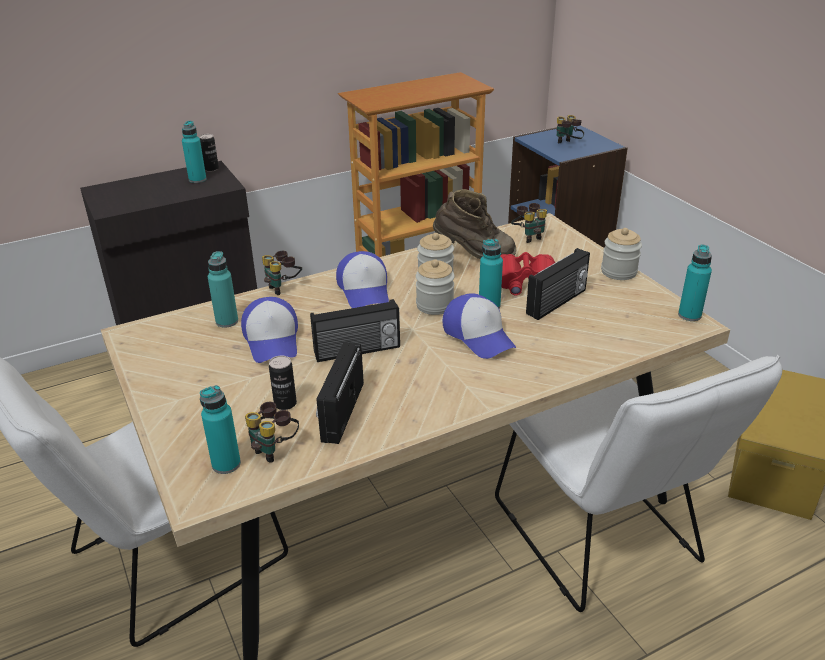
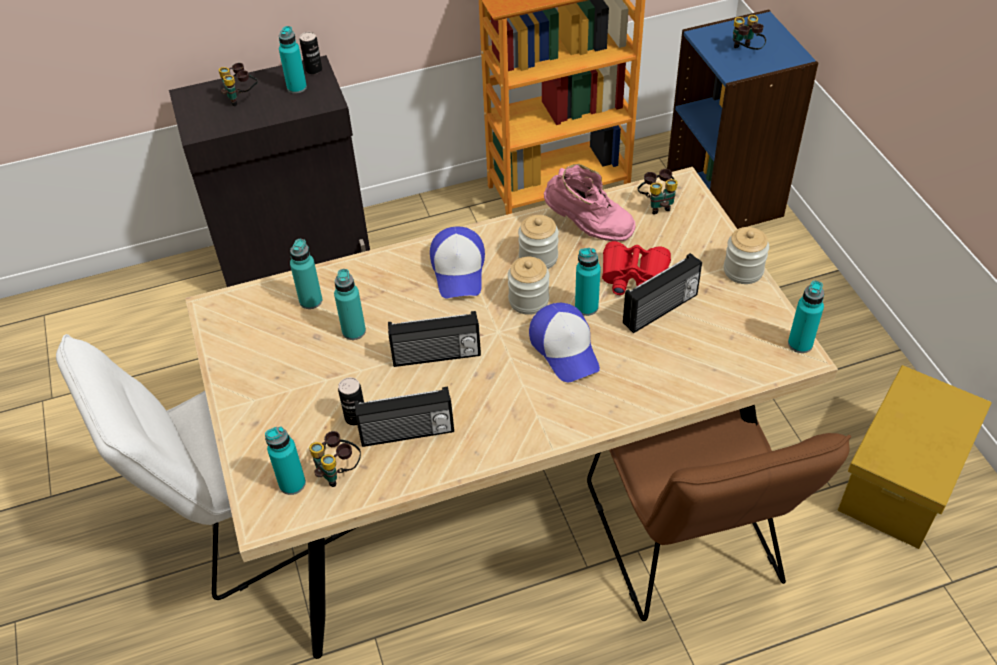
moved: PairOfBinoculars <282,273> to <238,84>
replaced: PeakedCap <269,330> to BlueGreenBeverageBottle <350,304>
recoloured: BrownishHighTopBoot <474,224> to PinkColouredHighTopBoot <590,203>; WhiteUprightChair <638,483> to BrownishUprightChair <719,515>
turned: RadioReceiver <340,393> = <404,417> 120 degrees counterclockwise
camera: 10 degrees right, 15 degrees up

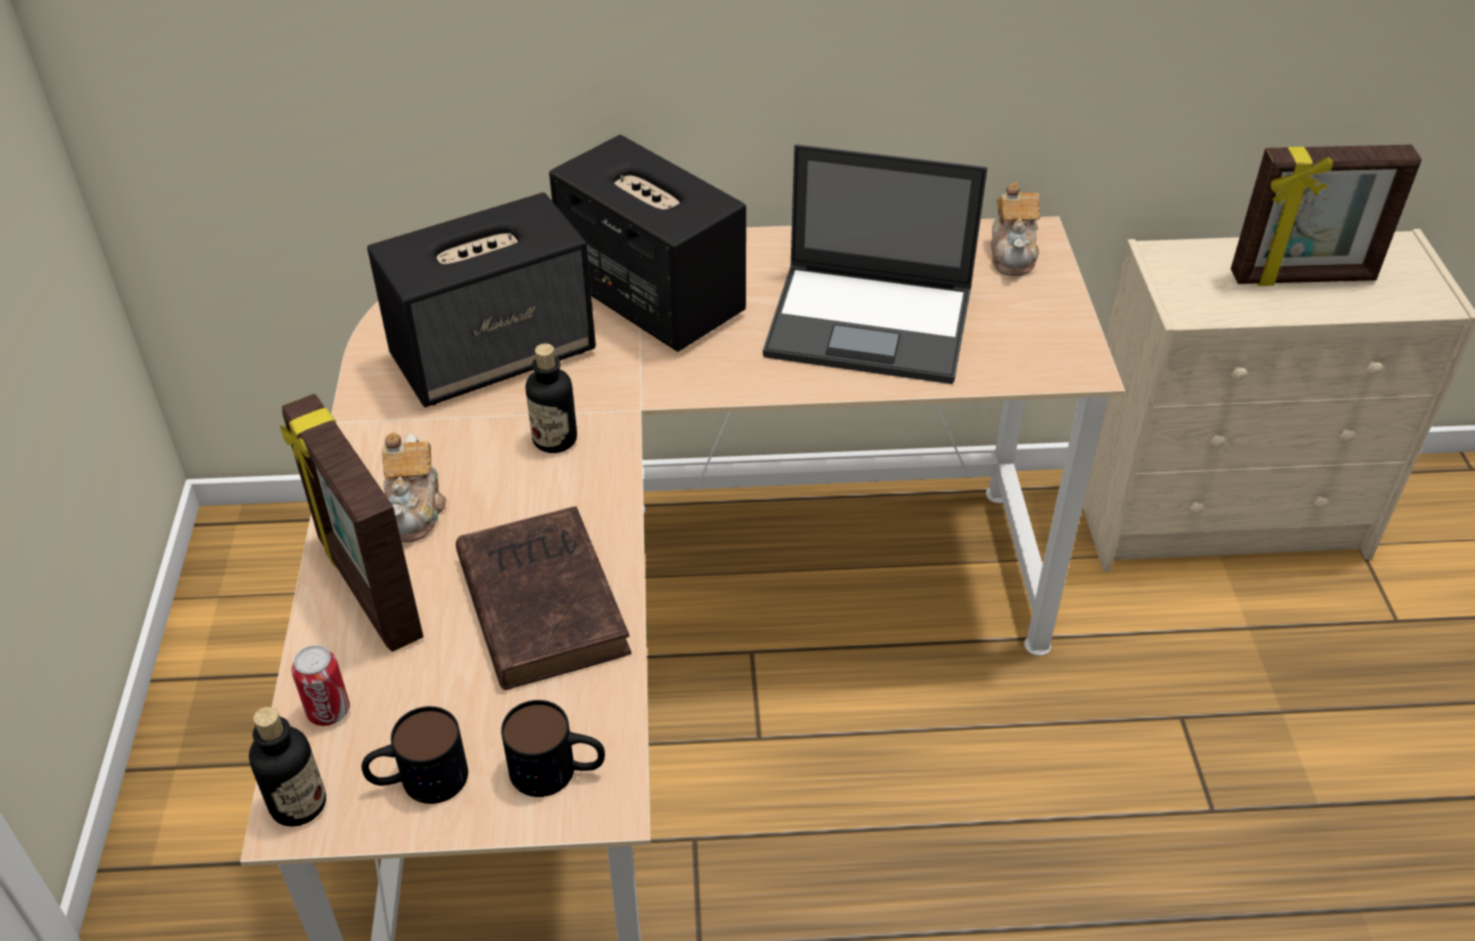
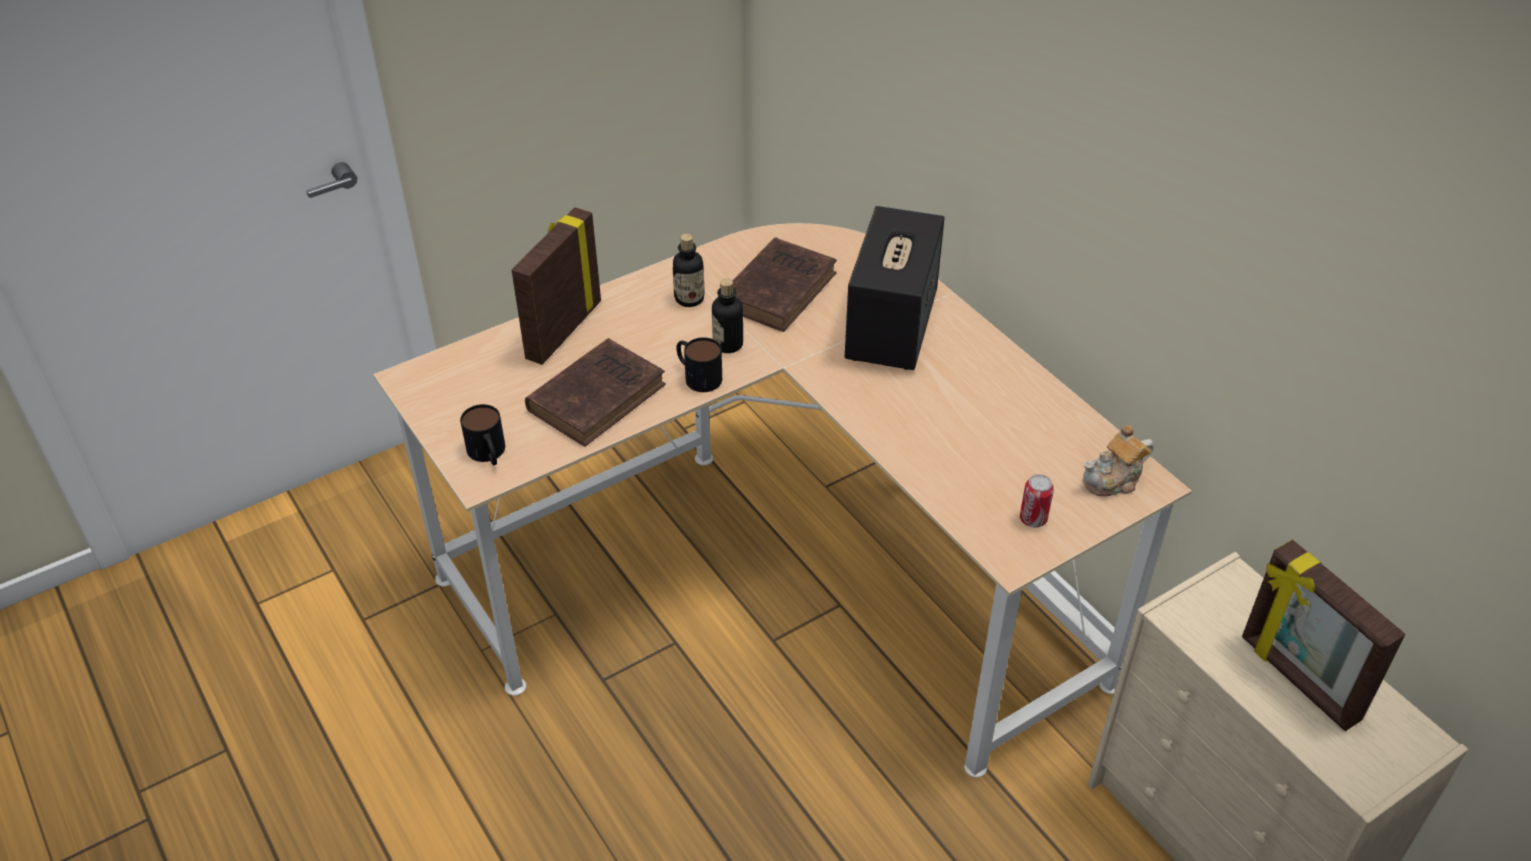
removed: TeaPot <414,487>; PortableComputer <875,264>
moved: BeverageBottle <287,767> to <688,270>; CoffeeMug <415,755> to <699,364>; Can <320,685> to <1037,500>
replaced: AudioSpeaker <481,299> to BrownishVolume <777,284>
camera: 60 degrees right, 0 degrees up

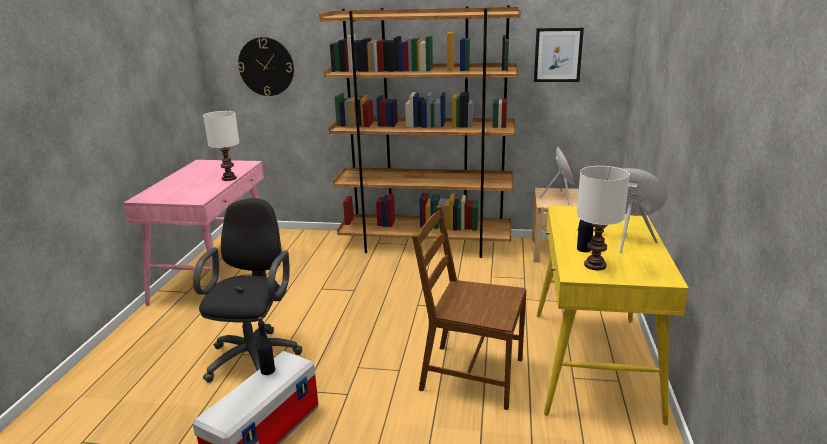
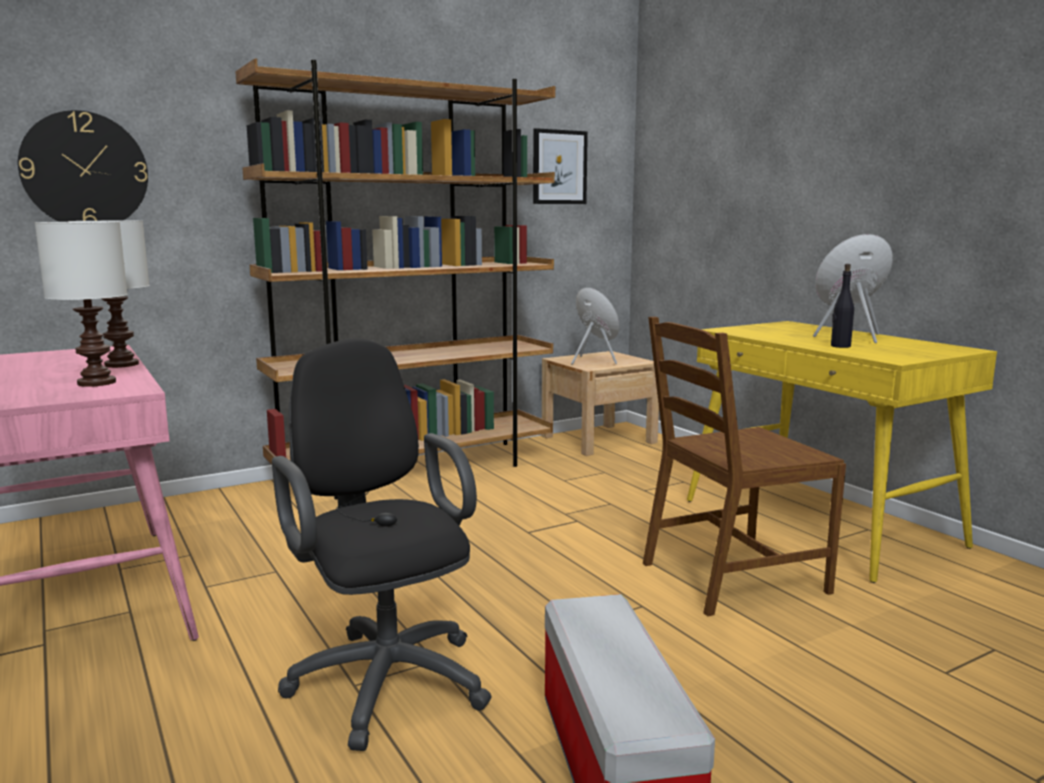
removed: BlackColouredBeverageBottle <266,346>
moved: WhiteTableLamp <603,218> to <81,304>
camera: 40 degrees left, 10 degrees down

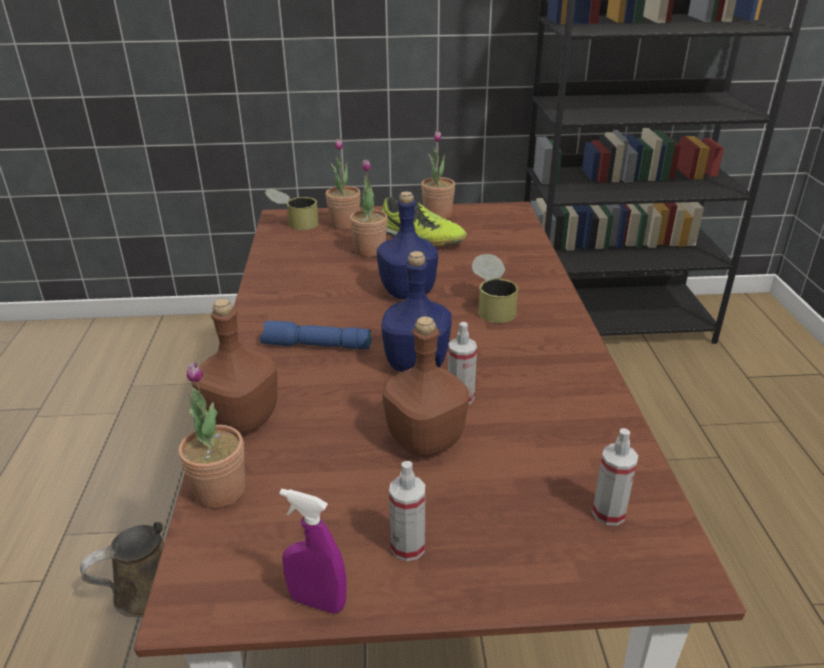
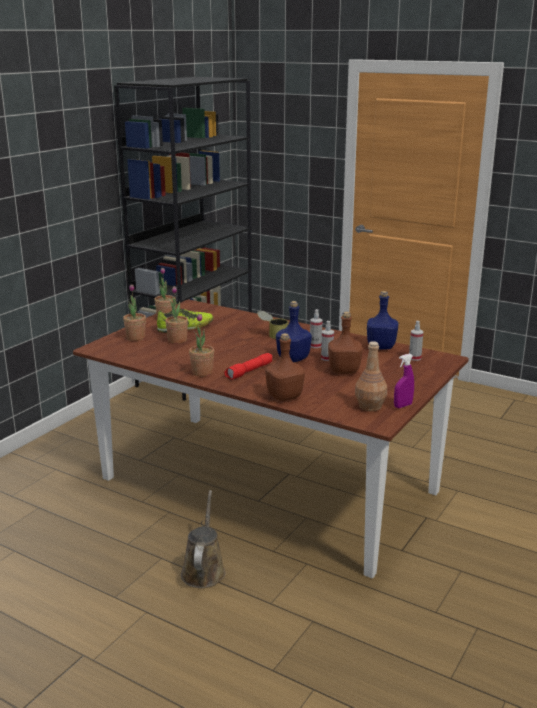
removed: Can <292,209>
added: BrownishBeverageBottle <371,376>
moved: PlantInAPot <212,435> to <201,345>; SprayBottle <407,511> to <316,328>; BluishBeverageBottle <407,245> to <382,320>
recoloured: BluishFlashlight <316,335> to RedColouredFlashlight <248,366>
camera: 55 degrees left, 10 degrees down

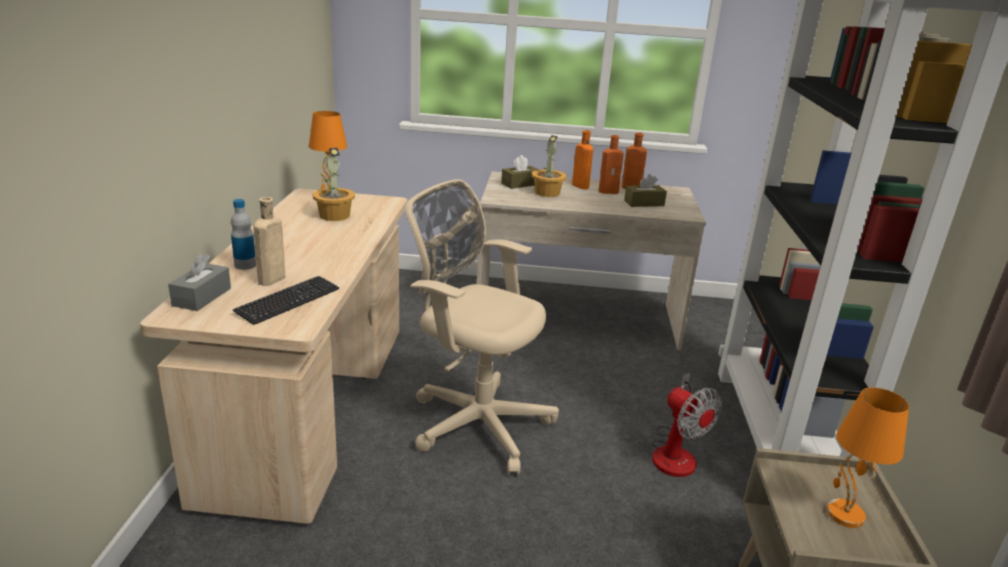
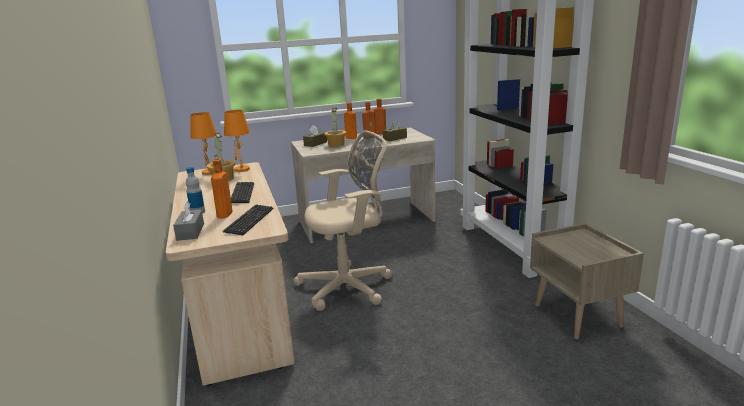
removed: ElectricFan <686,425>
added: PcKeyboard <242,192>
moved: OrangeTableLamp <867,457> to <237,141>
recoloured: SandColouredBeverageBottle <269,241> to OrangeBeverageBottle <221,188>
turned: SandColouredDeskChair <482,327> = <342,221> 150 degrees clockwise
camera: 20 degrees left, 5 degrees down

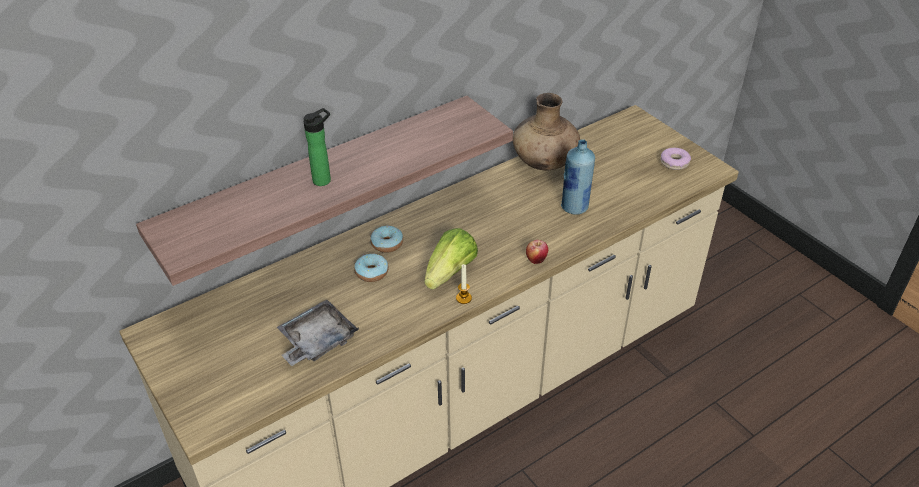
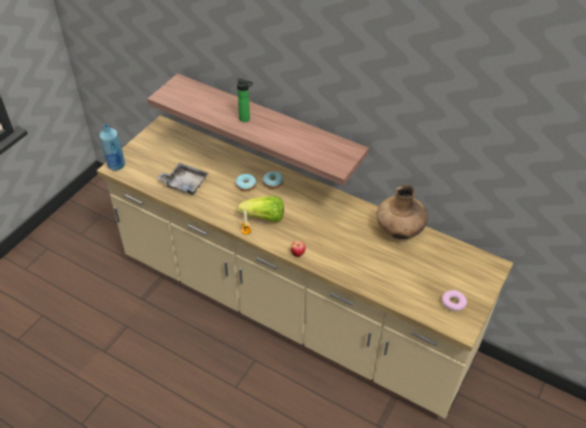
moved: BluishBeverageBottle <578,177> to <112,147>
camera: 65 degrees right, 5 degrees up

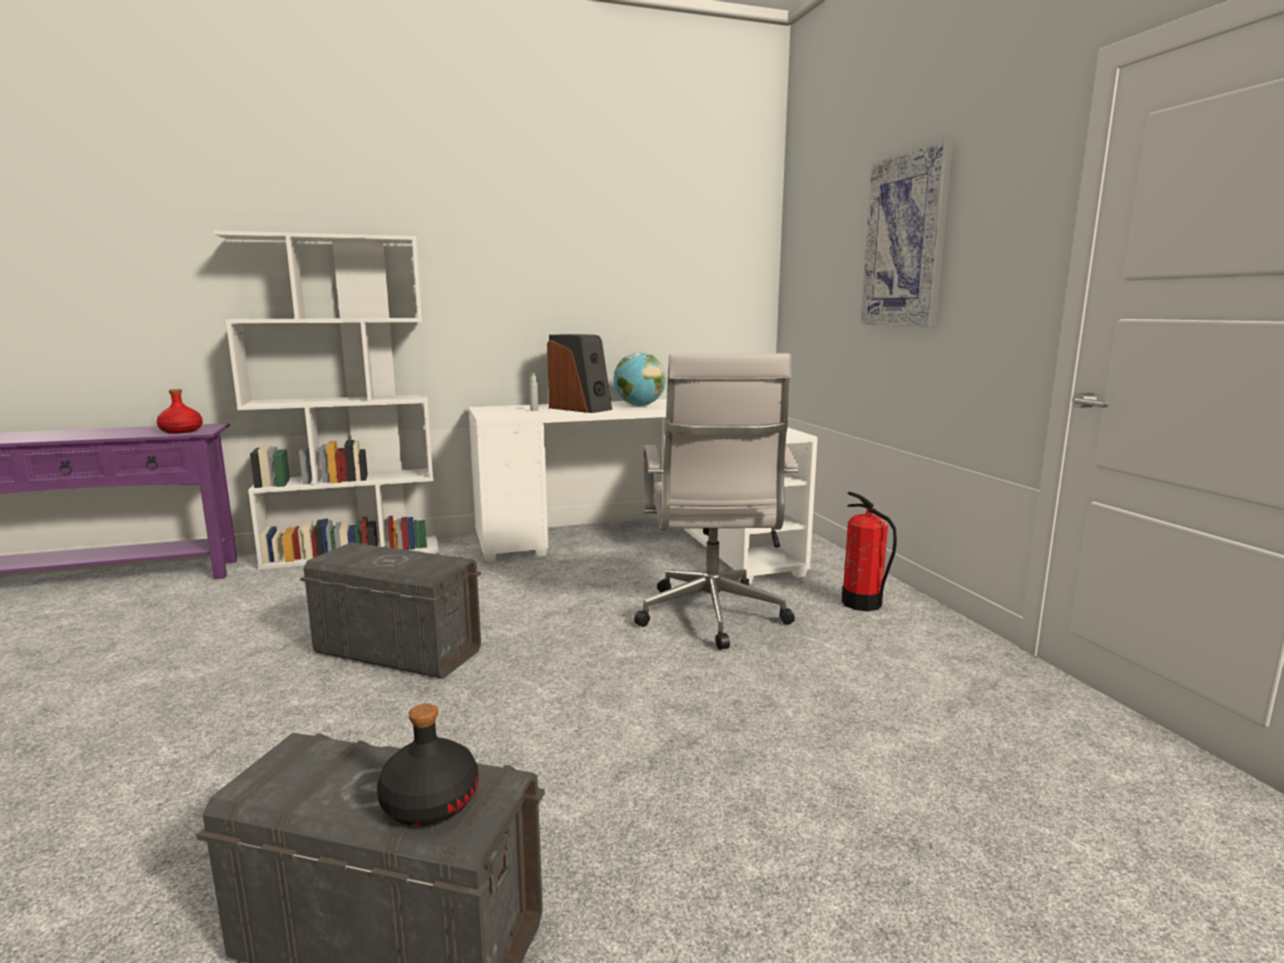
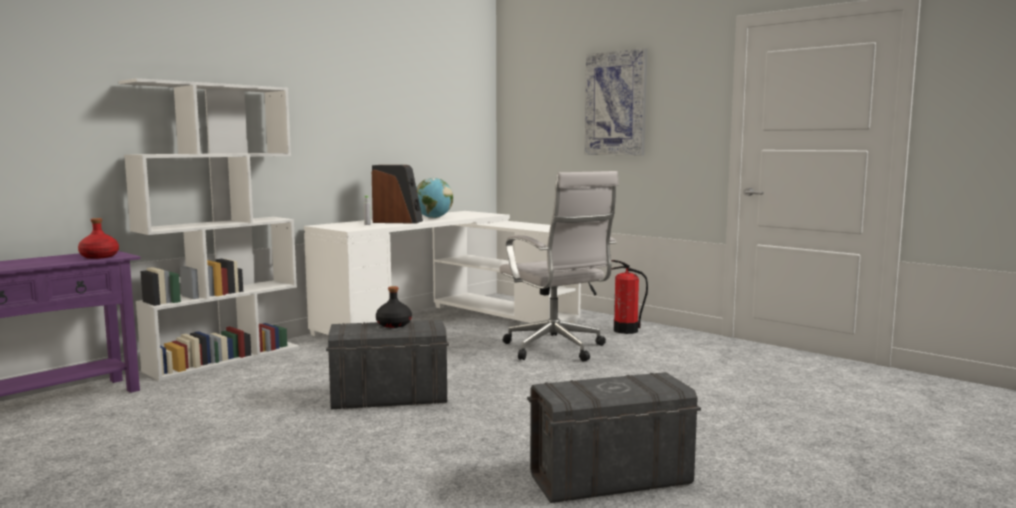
moved: BlackColouredBeverageBottle <427,765> to <394,307>
camera: 30 degrees left, 5 degrees down

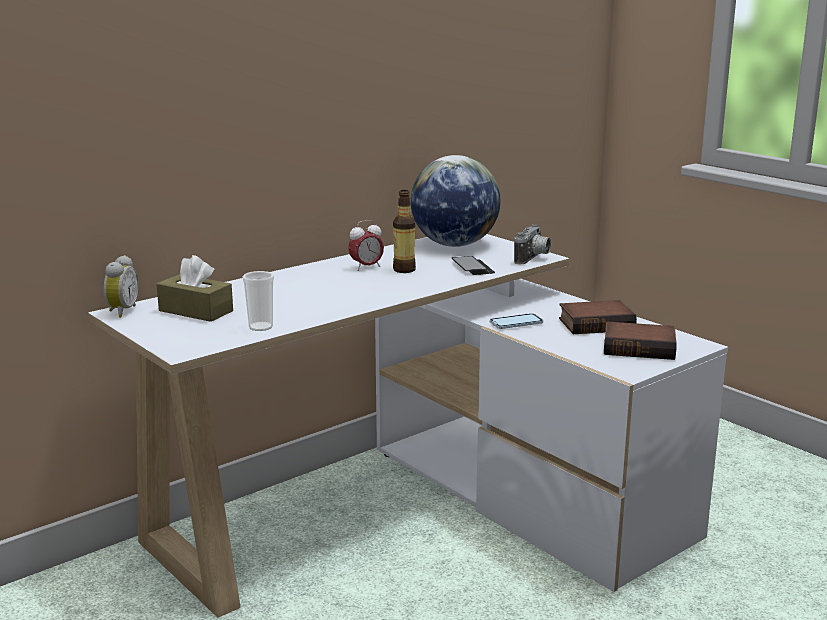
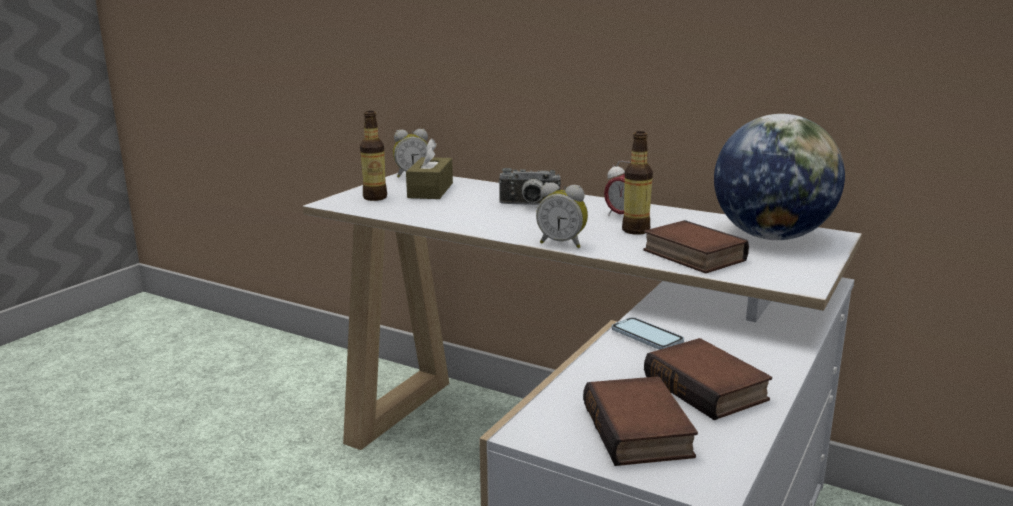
removed: SmallCup <258,301>
added: BeverageBottle <373,156>; AlarmClock <562,215>
moved: StillCamera <532,244> to <529,186>
replaced: Telephone <473,265> to Volume <696,247>
camera: 70 degrees right, 0 degrees up

